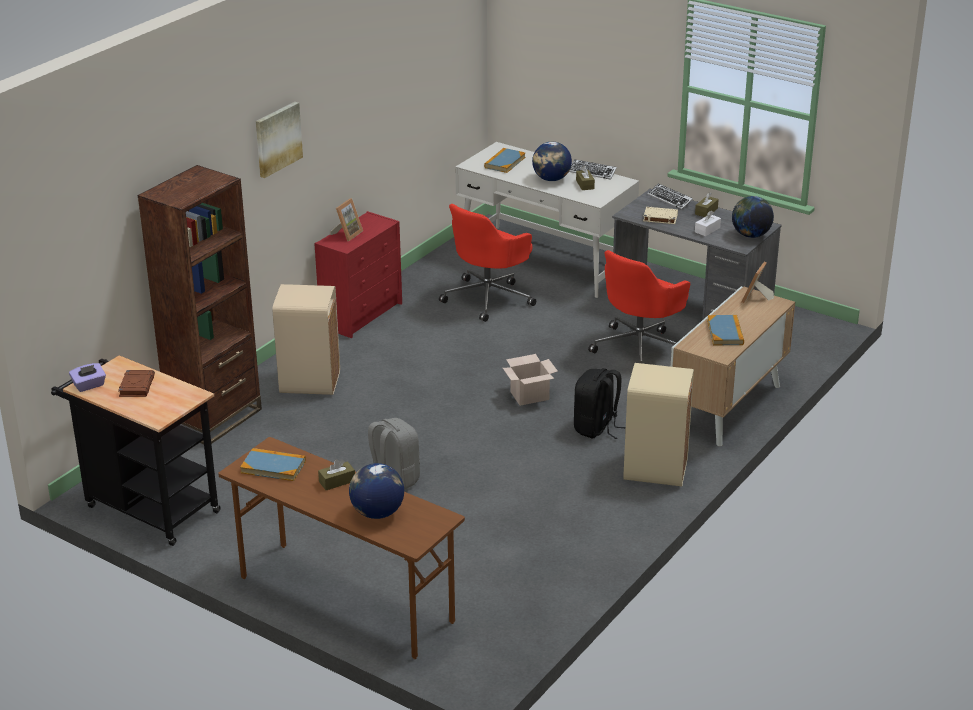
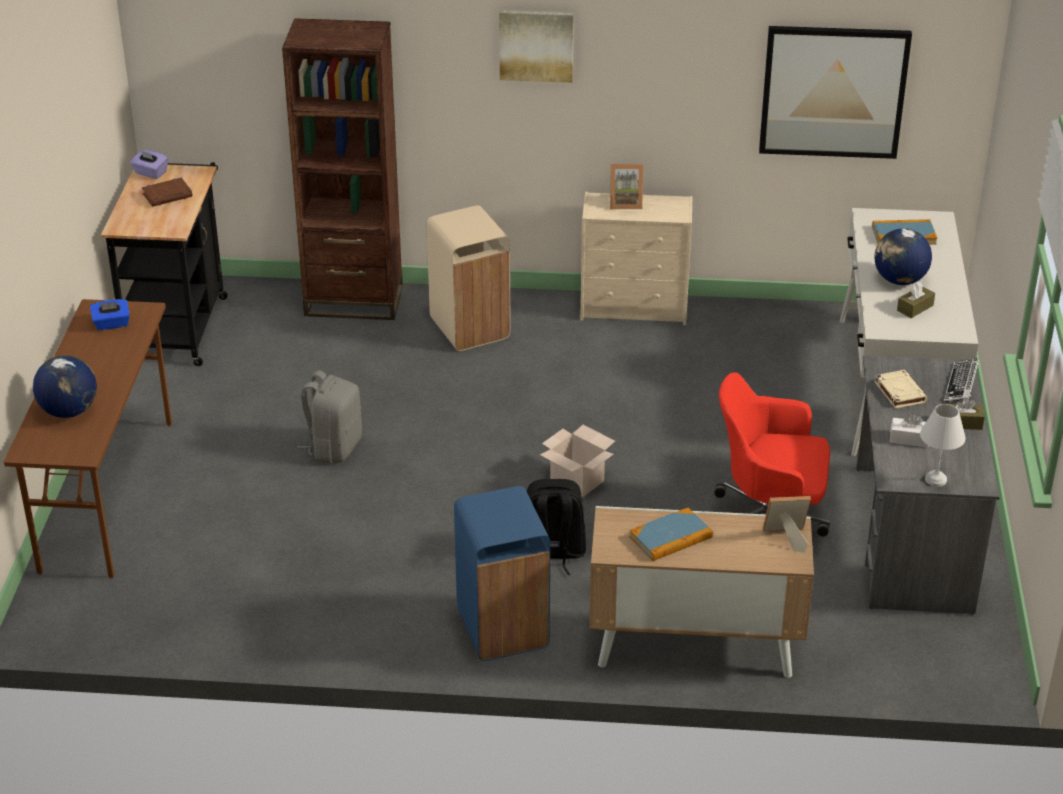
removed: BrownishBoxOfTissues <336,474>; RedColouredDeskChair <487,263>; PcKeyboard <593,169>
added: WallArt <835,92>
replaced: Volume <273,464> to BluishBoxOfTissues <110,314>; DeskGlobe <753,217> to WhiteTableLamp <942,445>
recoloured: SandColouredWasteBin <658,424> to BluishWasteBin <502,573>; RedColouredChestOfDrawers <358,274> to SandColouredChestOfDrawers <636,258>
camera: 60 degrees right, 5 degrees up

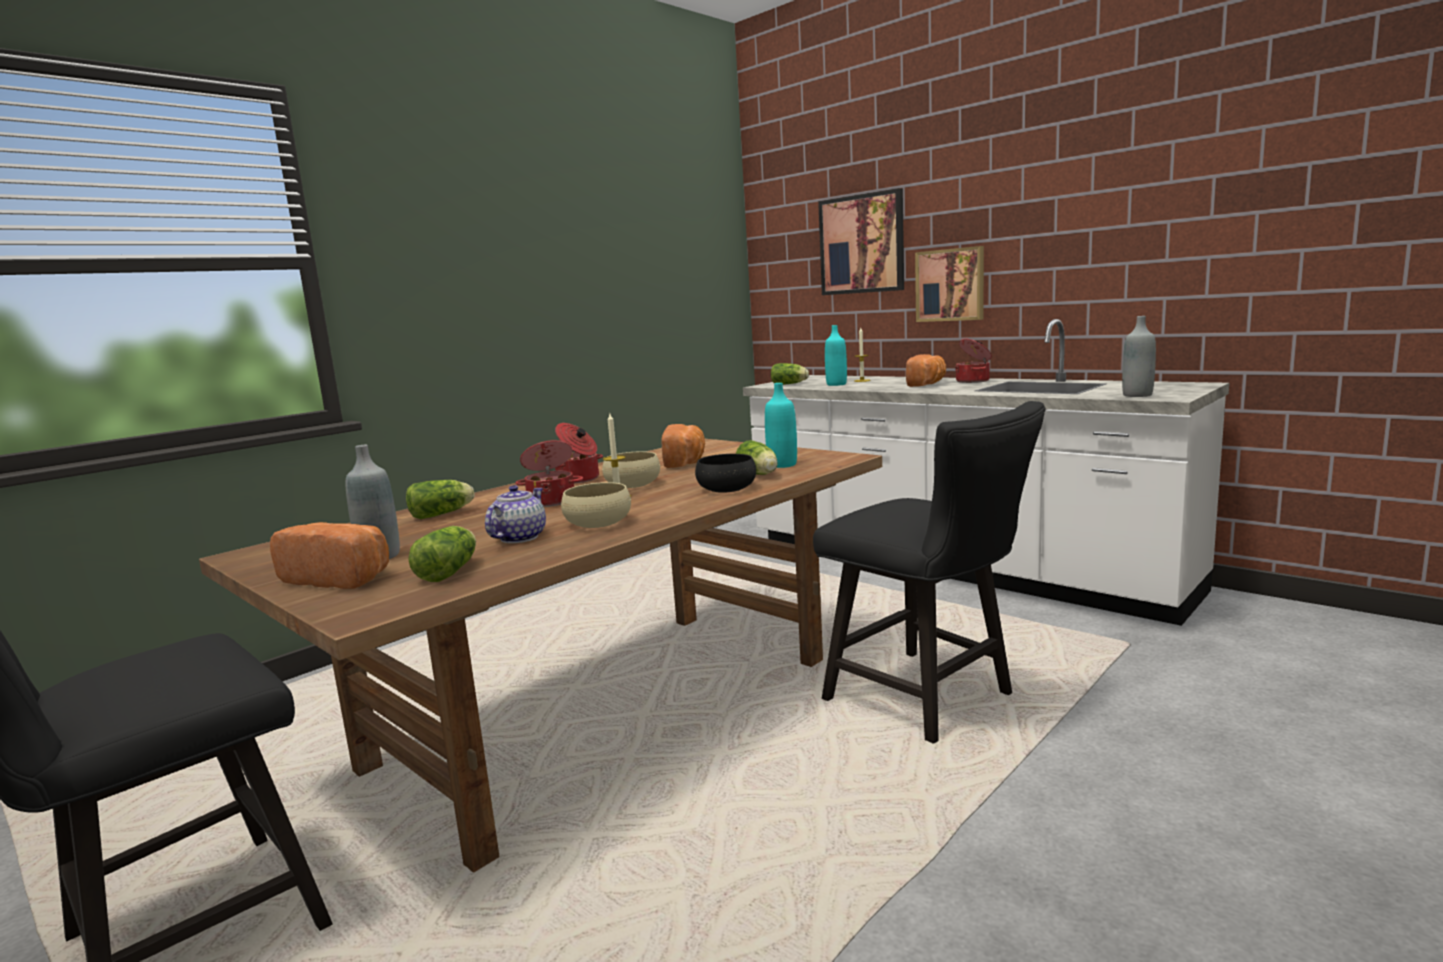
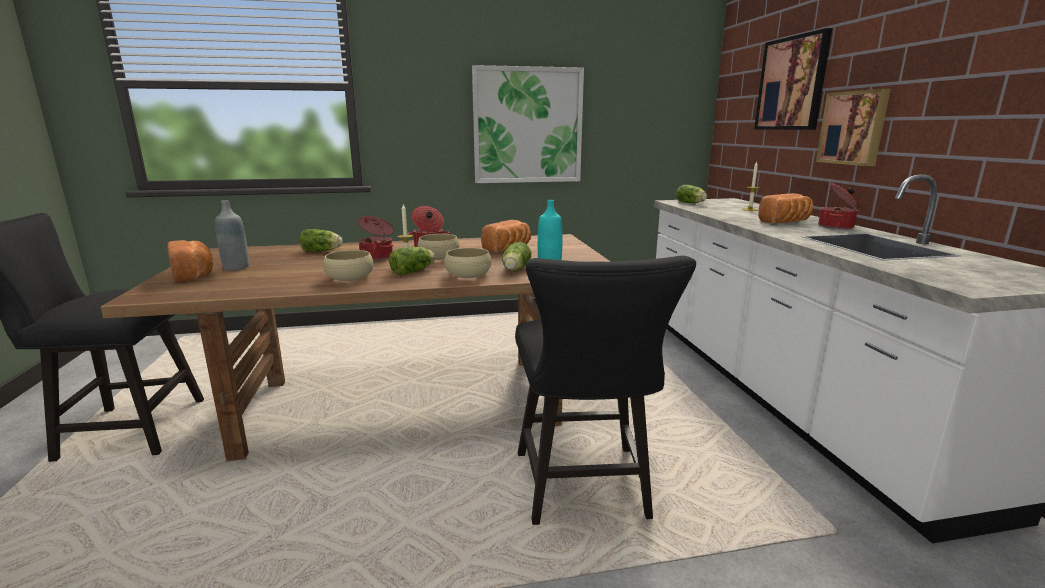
removed: TeaPot <515,514>; BlueGreenBeverageBottle <836,355>; GreyBeverageBottle <1139,356>
added: WallArt <528,124>
moved: Lettuce <442,554> to <412,261>
recoloured: BlackColouredServingBowl <725,473> to SandColouredServingBowl <467,263>
camera: 35 degrees right, 5 degrees up

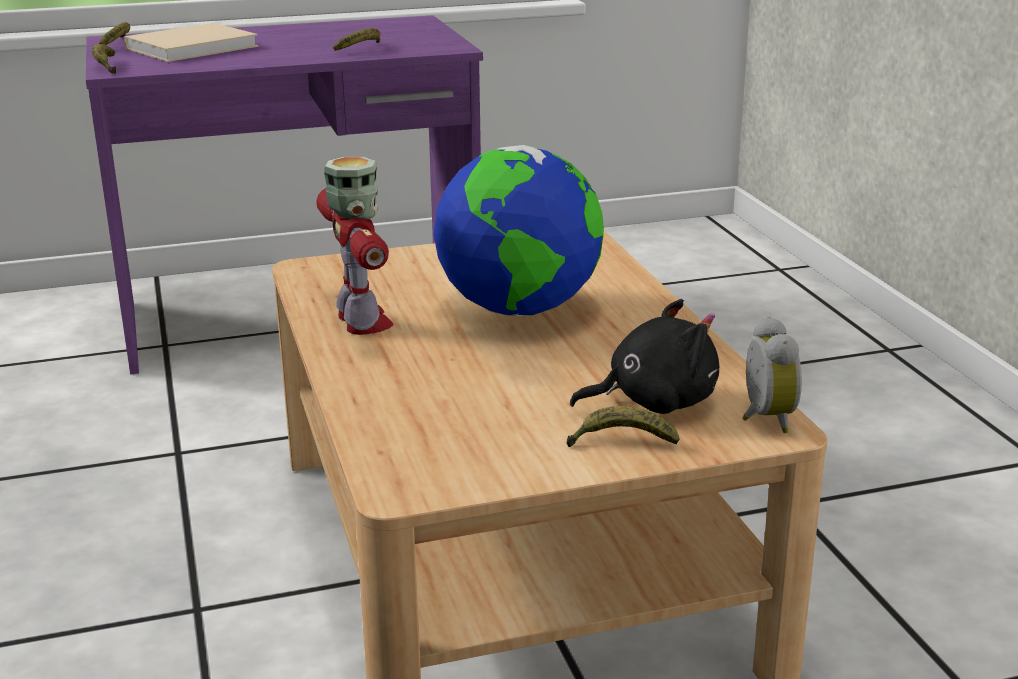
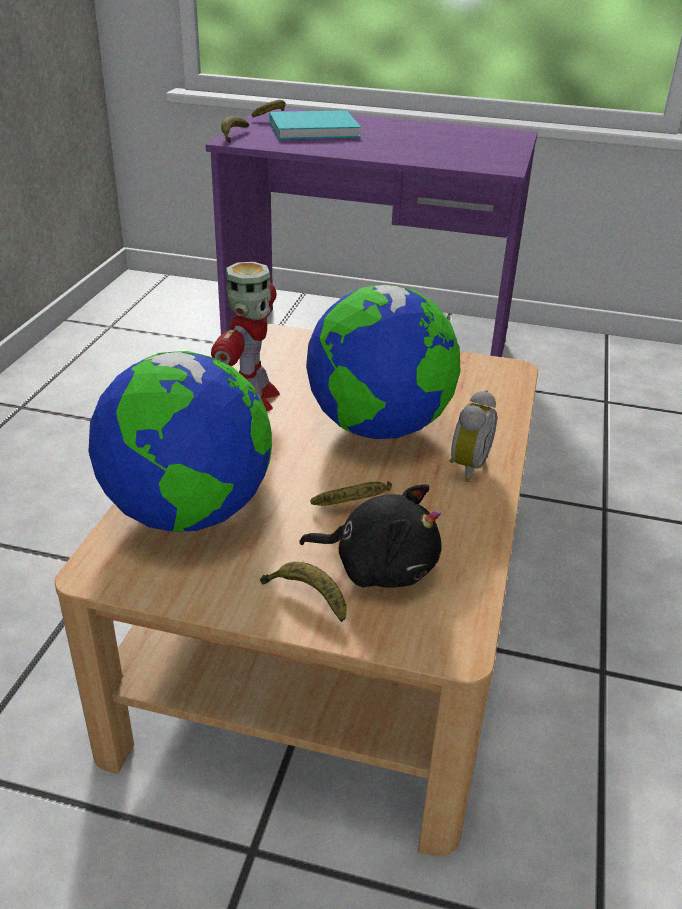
added: DeskGlobe <180,441>
moved: BananaFruit <357,39> to <351,493>; AlarmClock <772,374> to <473,436>
recoloured: SandColouredVolume <191,42> to BlueGreenVolume <315,124>
camera: 30 degrees right, 10 degrees up

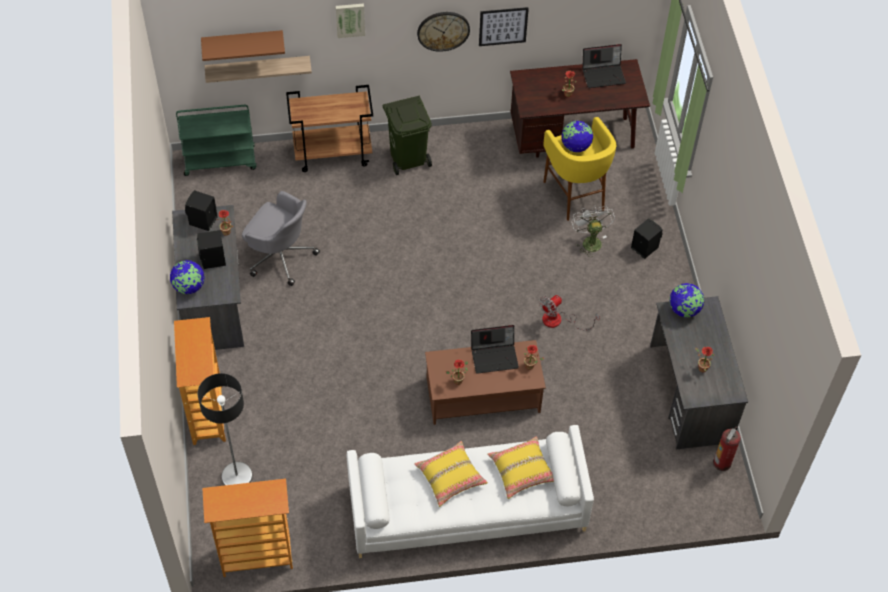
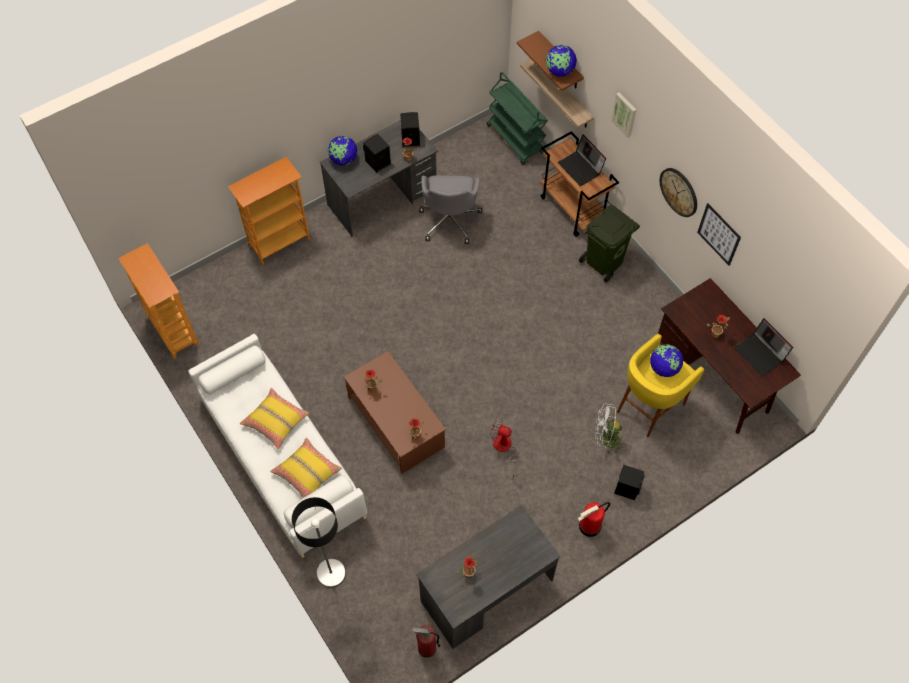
added: Extinguisher <593,519>
moved: FloorLamp <225,429> to <319,542>; DeskGlobe <687,300> to <561,61>; PortableComputer <495,349> to <582,160>
turned: WhiteElectricFan <593,230> = <610,429> 135 degrees counterclockwise
camera: 65 degrees right, 5 degrees up

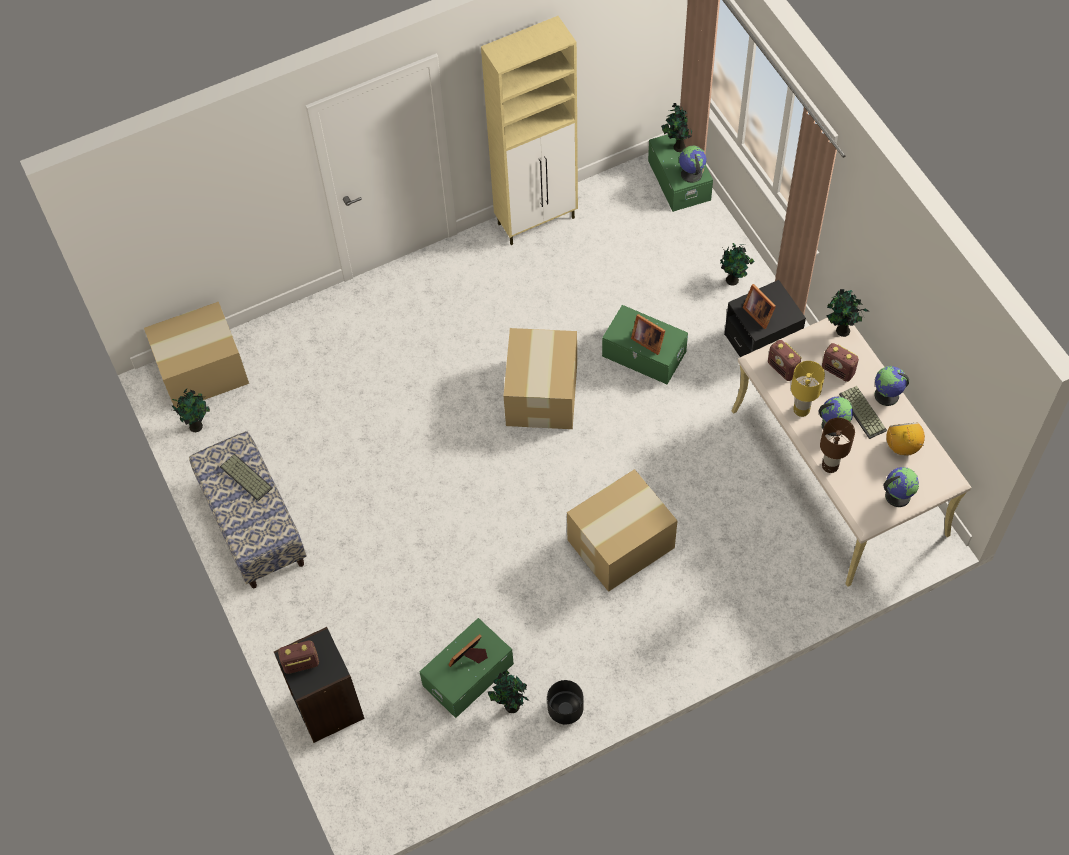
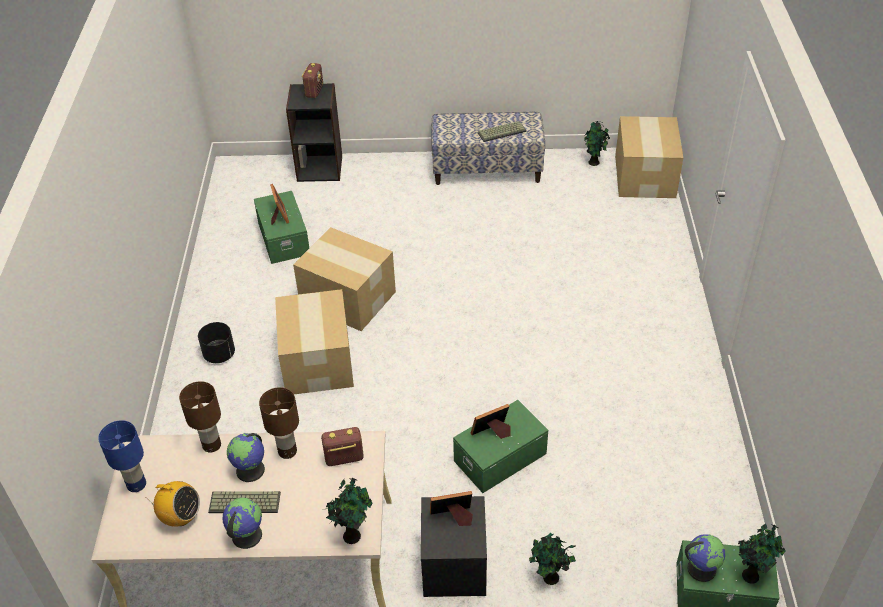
removed: SandColouredStorageCabinet <529,130>; PlantInAPot <508,691>; RadioReceiver <840,362>
moved: BlackColouredFlowerPot <565,702> to <216,342>; CardboardBox <540,378> to <344,279>
replaced: DeskGlobe <901,487> to BluishTableLamp <122,456>
recoloured: YellowTableLamp <808,389> to BrownishTableLamp <279,423>
camera: 115 degrees right, 15 degrees down

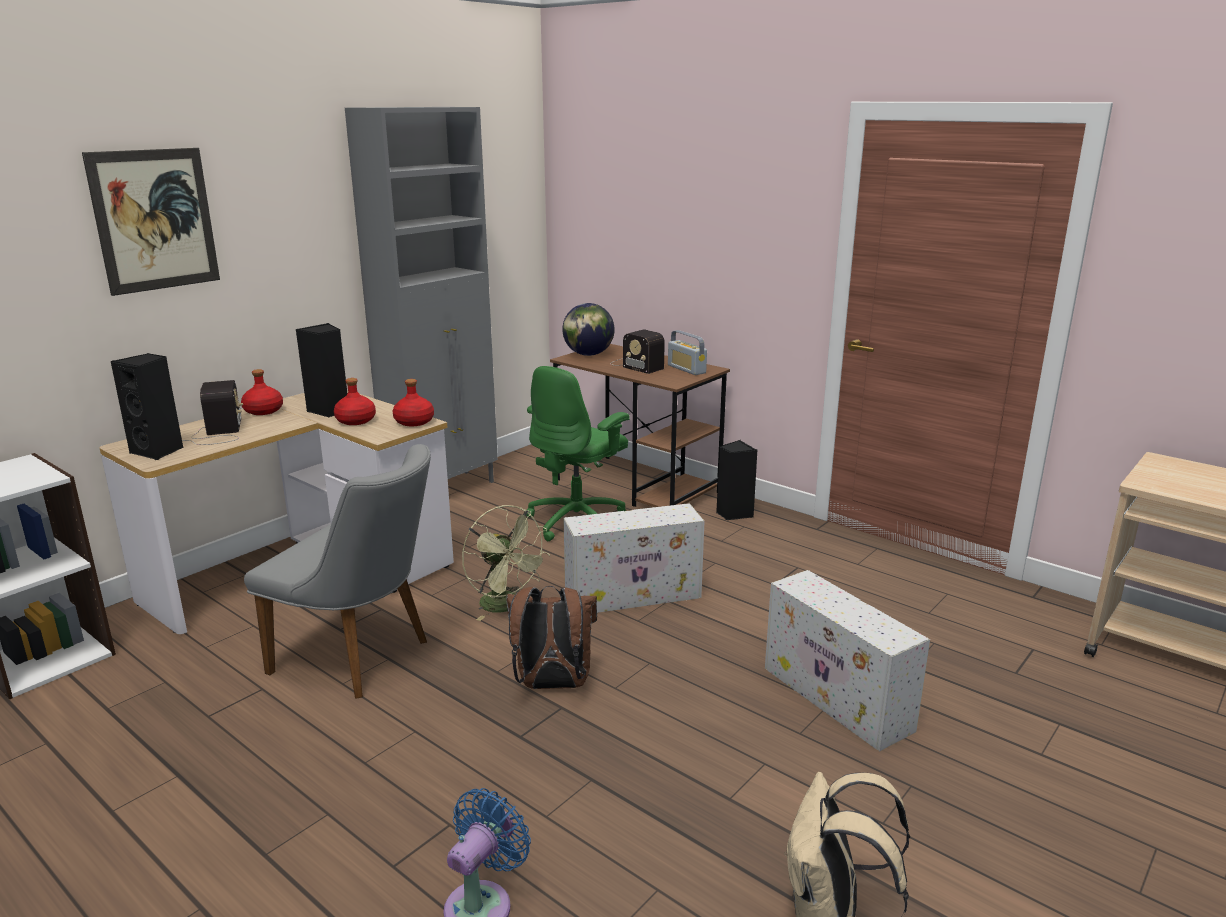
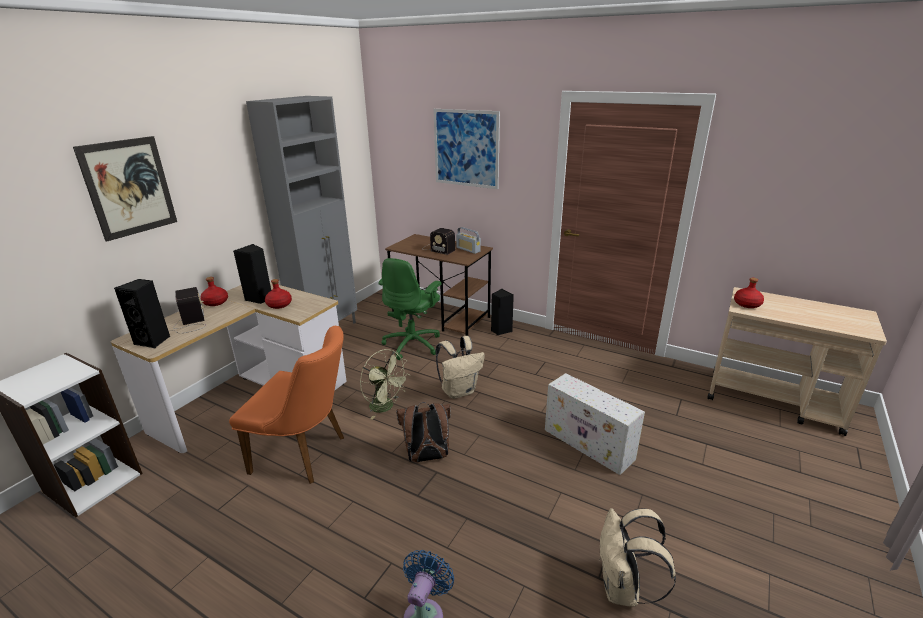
removed: DeskGlobe <588,329>
added: WallArt <466,149>
moved: RedColouredBeverageBottle <413,402> to <749,293>
replaced: WhiteStorageBin <634,558> to SandColouredRucksack <460,367>
recoloured: GreyUprightChair <337,571> to OrangeUprightChair <286,405>
camera: 10 degrees left, 5 degrees up

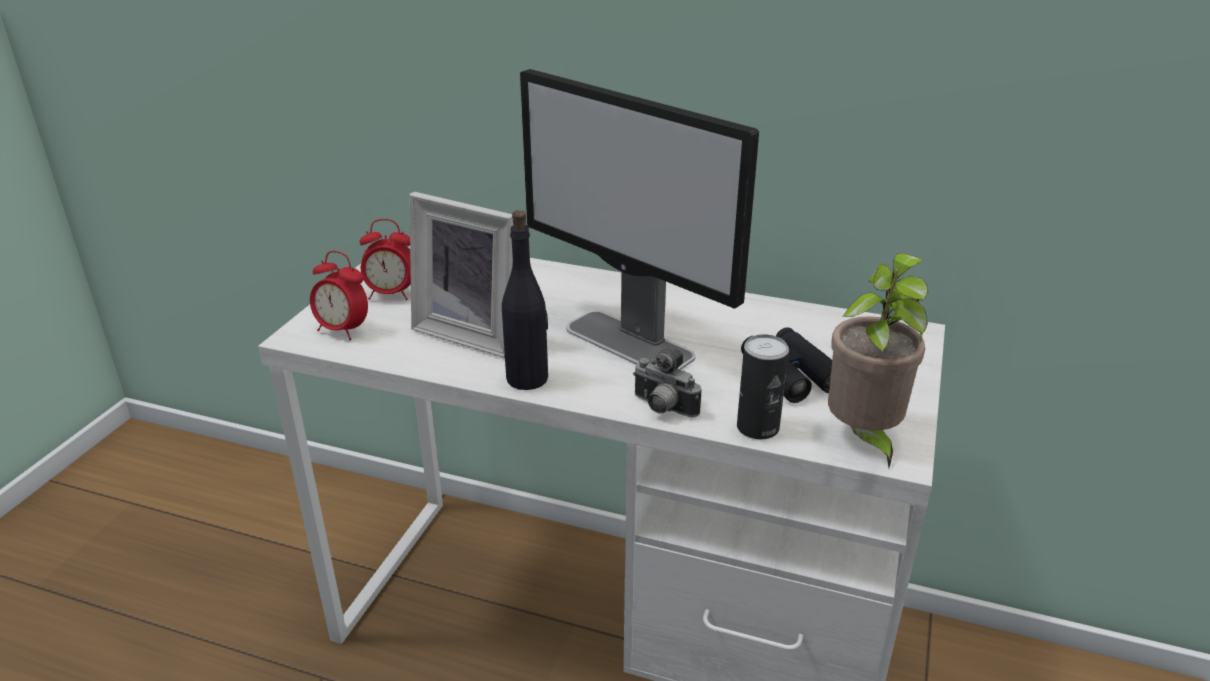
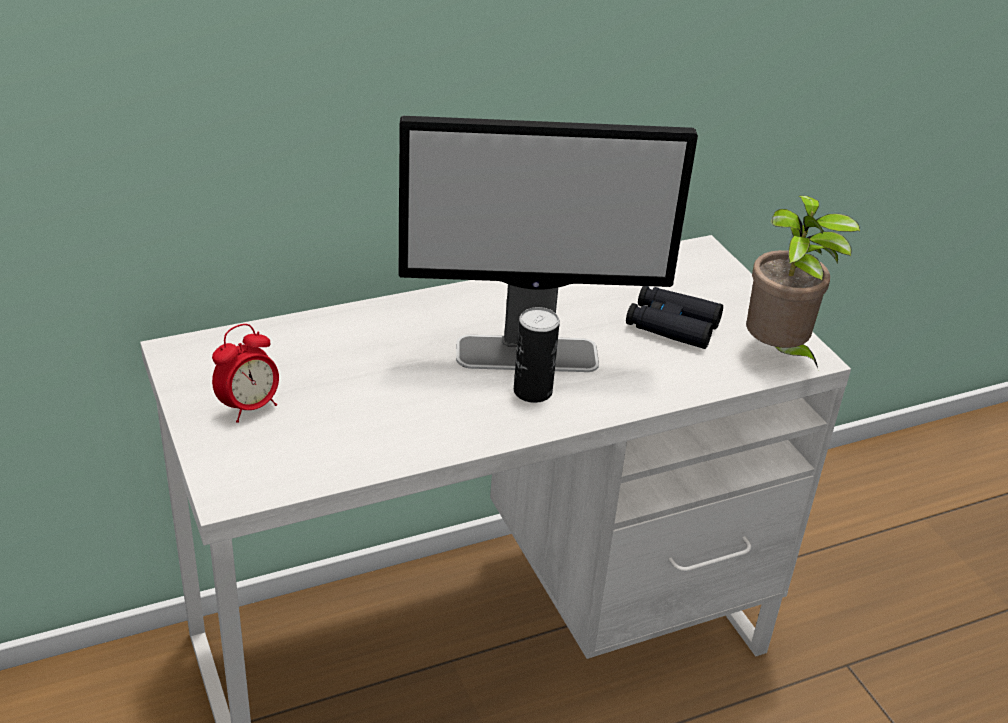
removed: AlarmClock <339,295>; PhotoFrame <461,275>; BlackColouredBeverageBottle <525,300>; StillCamera <667,383>
moved: Can <763,386> to <537,355>
camera: 45 degrees left, 5 degrees up

